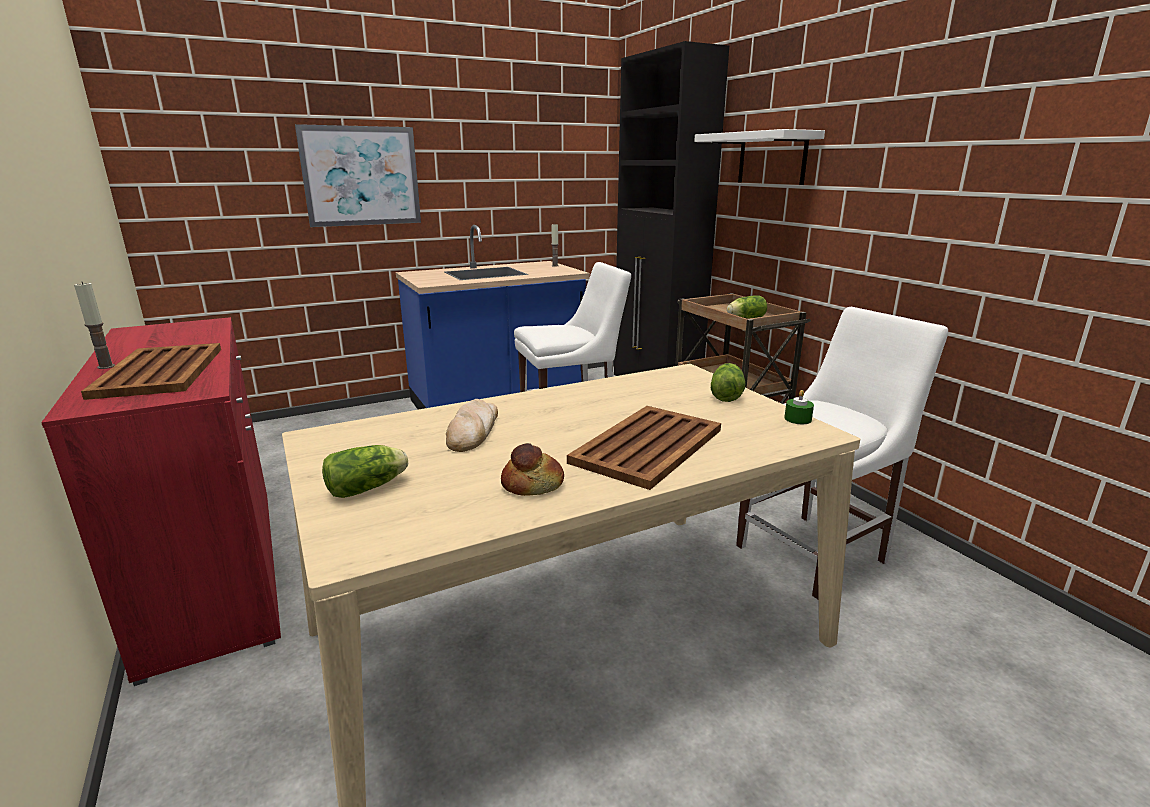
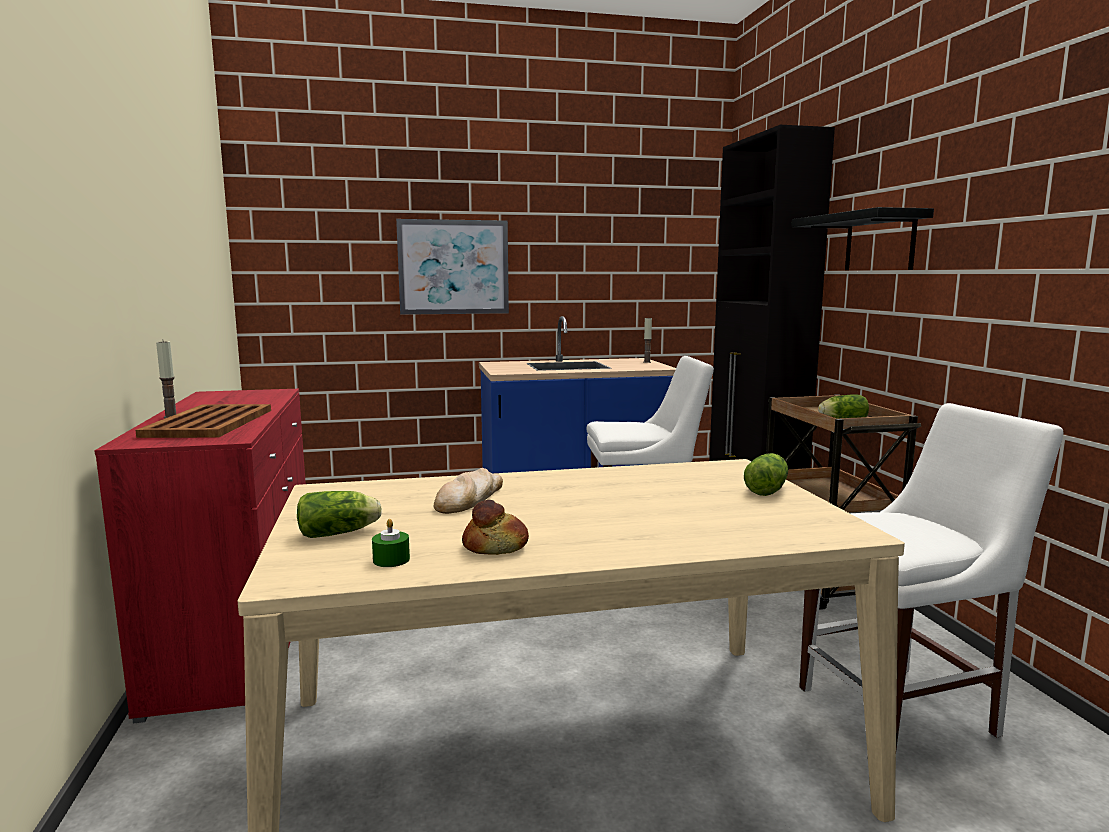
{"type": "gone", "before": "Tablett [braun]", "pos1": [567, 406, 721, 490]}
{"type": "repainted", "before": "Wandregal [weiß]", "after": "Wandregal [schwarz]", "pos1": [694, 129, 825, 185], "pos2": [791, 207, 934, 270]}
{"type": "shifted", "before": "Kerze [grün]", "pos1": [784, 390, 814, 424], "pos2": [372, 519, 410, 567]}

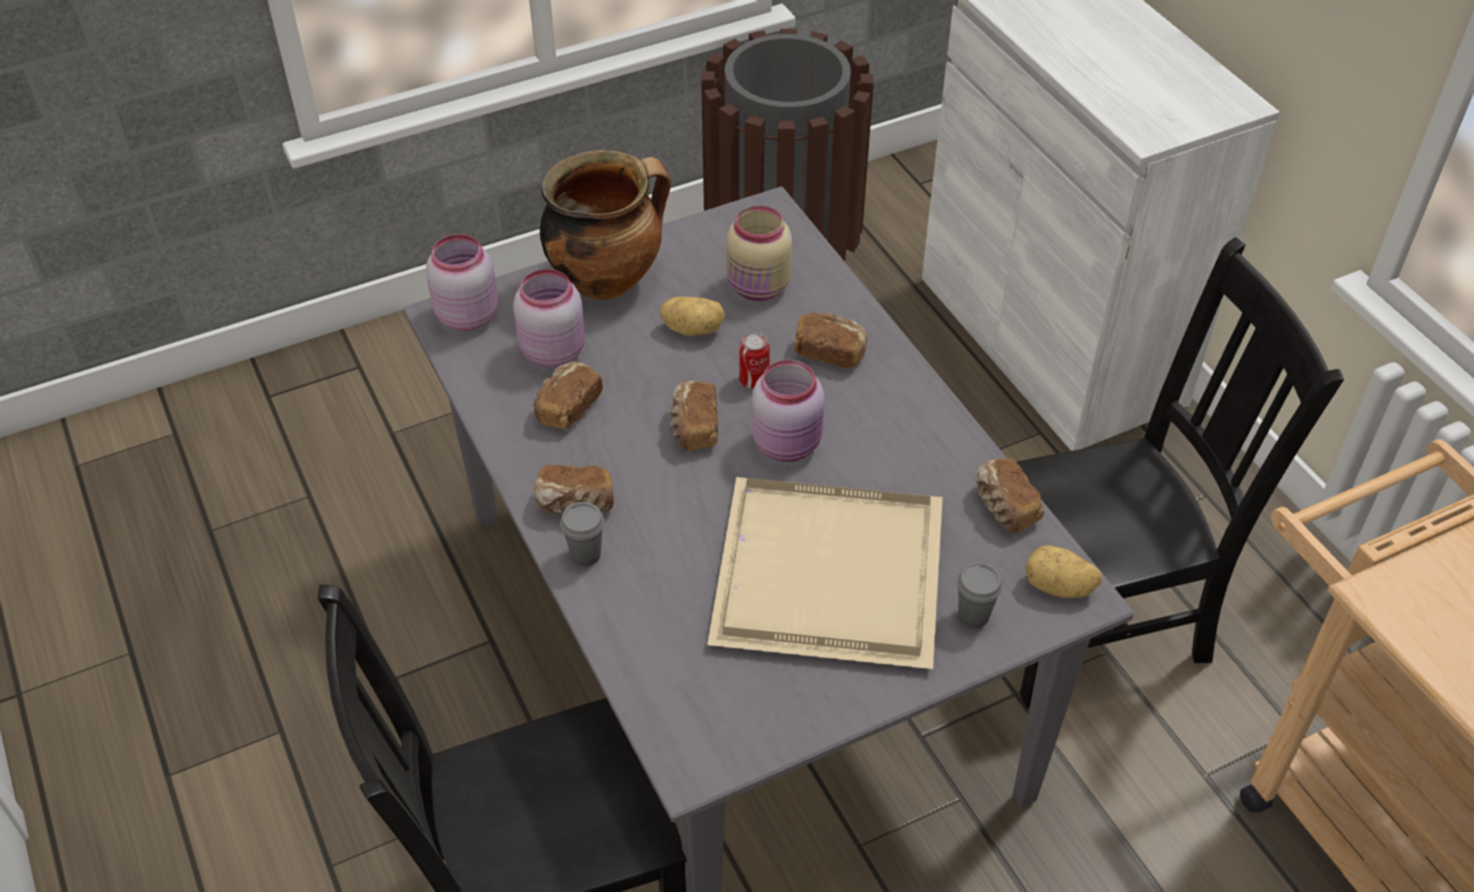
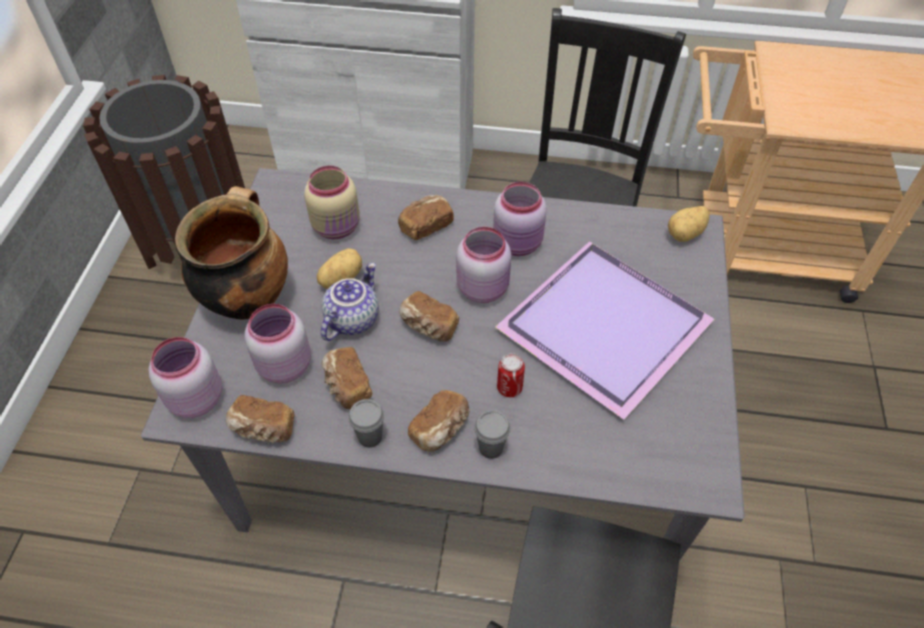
{"type": "repainted", "before": "Tablett [beige]", "after": "Tablett [lila]", "pos1": [707, 477, 943, 669], "pos2": [495, 241, 714, 420]}
{"type": "shifted", "before": "Dose", "pos1": [739, 333, 770, 389], "pos2": [497, 353, 525, 397]}
{"type": "shifted", "before": "Tasse [grau]", "pos1": [957, 563, 1003, 628], "pos2": [348, 399, 384, 448]}
{"type": "shifted", "before": "Brot", "pos1": [975, 458, 1044, 533], "pos2": [226, 395, 295, 443]}
{"type": "new", "after": "Teekanne", "pos2": [321, 263, 379, 341]}
{"type": "new", "after": "Vorratsglas [rosa]", "pos2": [493, 182, 547, 256]}

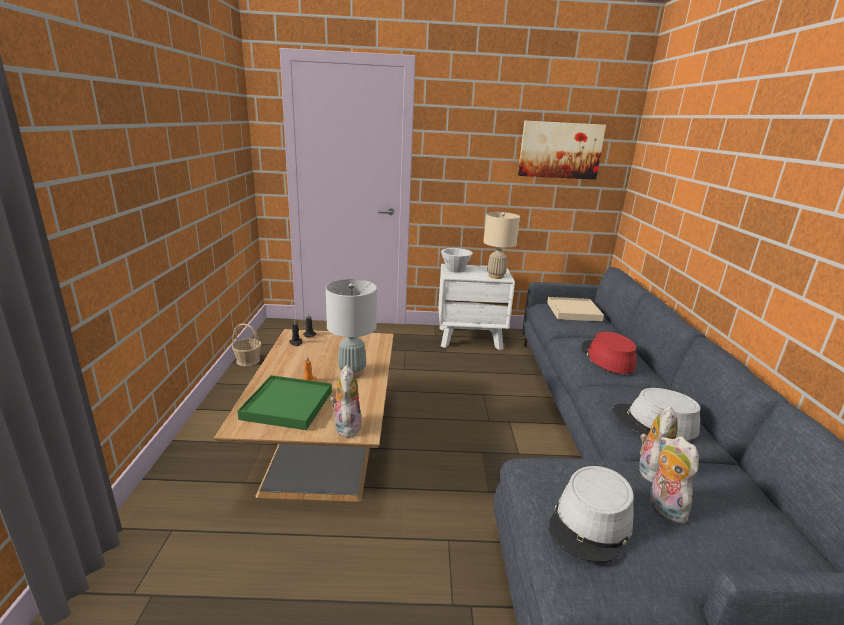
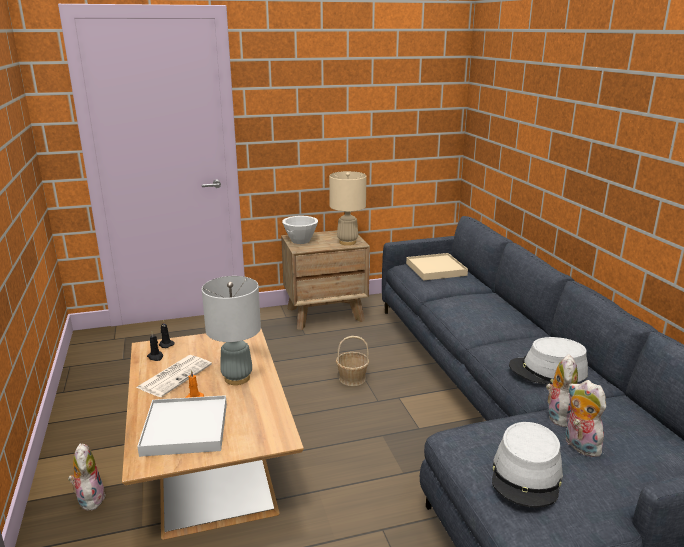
{"type": "shifted", "before": "Korb", "pos1": [232, 324, 261, 366], "pos2": [336, 336, 369, 386]}
{"type": "repainted", "before": "Tablett [grün]", "after": "Tablett [weiß]", "pos1": [237, 375, 332, 430], "pos2": [137, 395, 227, 457]}
{"type": "shifted", "before": "Plüschtier", "pos1": [330, 365, 362, 438], "pos2": [68, 443, 106, 510]}
{"type": "repainted", "before": "Nachttisch [weiß]", "after": "Nachttisch [braun]", "pos1": [438, 264, 515, 350], "pos2": [281, 230, 370, 330]}
{"type": "gone", "before": "Bild", "pos1": [518, 121, 606, 180]}
{"type": "gone", "before": "Hut [rot]", "pos1": [581, 331, 636, 374]}
{"type": "new", "after": "Zeitung", "pos2": [136, 355, 212, 397]}

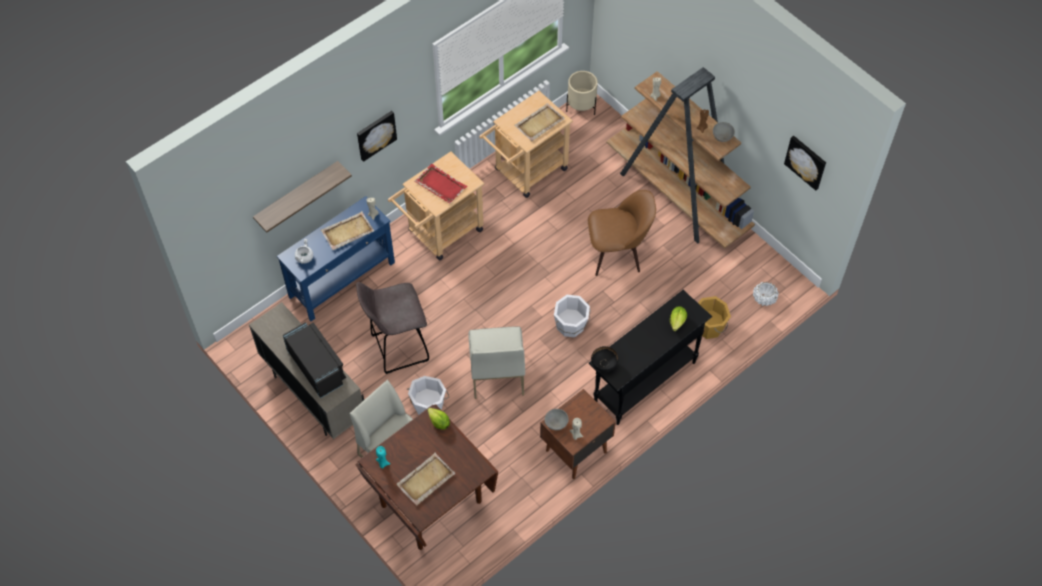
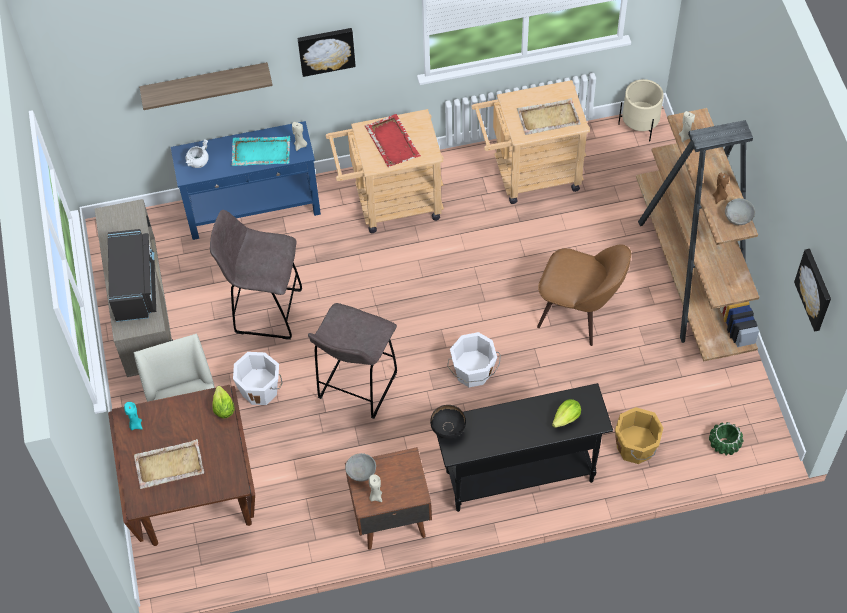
{"type": "repainted", "before": "Tablett [beige]", "after": "Tablett [türkis]", "pos1": [321, 211, 374, 250], "pos2": [232, 136, 290, 166]}
{"type": "swapped", "before": "Stuhl [weiß]", "after": "Hocker [grau]", "pos1": [468, 326, 525, 399], "pos2": [308, 303, 397, 419]}
{"type": "repainted", "before": "Pflanzkübel [weiß]", "after": "Pflanzkübel [grün]", "pos1": [753, 282, 779, 306], "pos2": [709, 422, 744, 455]}

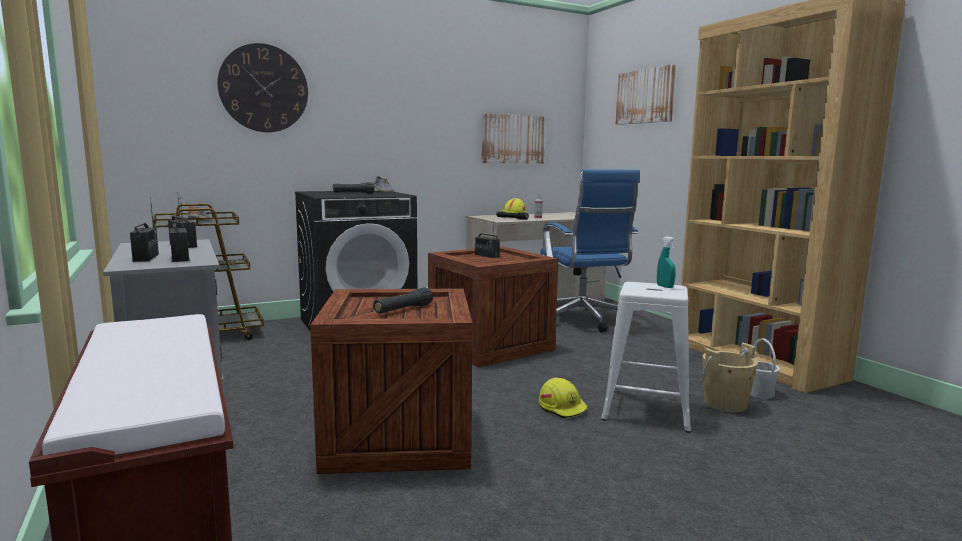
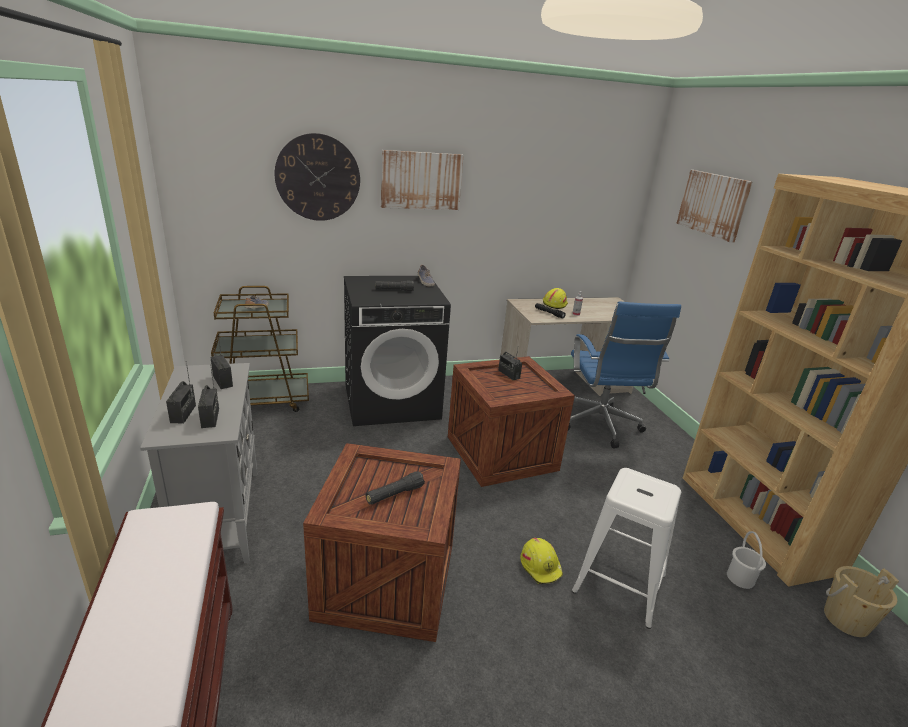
{"type": "shifted", "before": "Bild", "pos1": [482, 113, 546, 164], "pos2": [381, 150, 464, 210]}
{"type": "gone", "before": "Sprühflasche [türkis]", "pos1": [657, 236, 676, 288]}
{"type": "shifted", "before": "Eimer [beige]", "pos1": [701, 343, 758, 412], "pos2": [824, 566, 899, 637]}

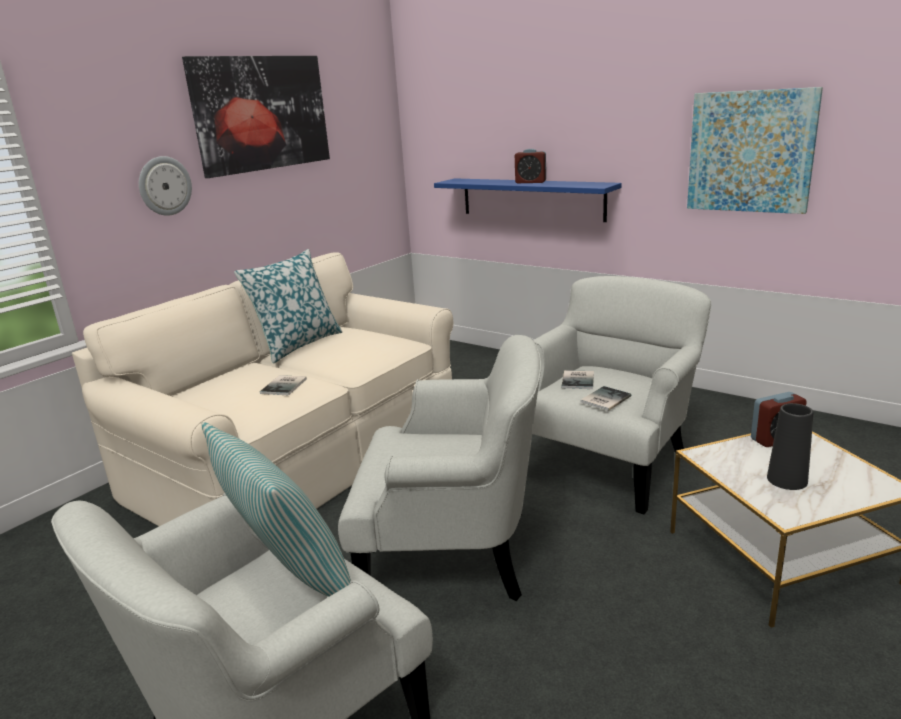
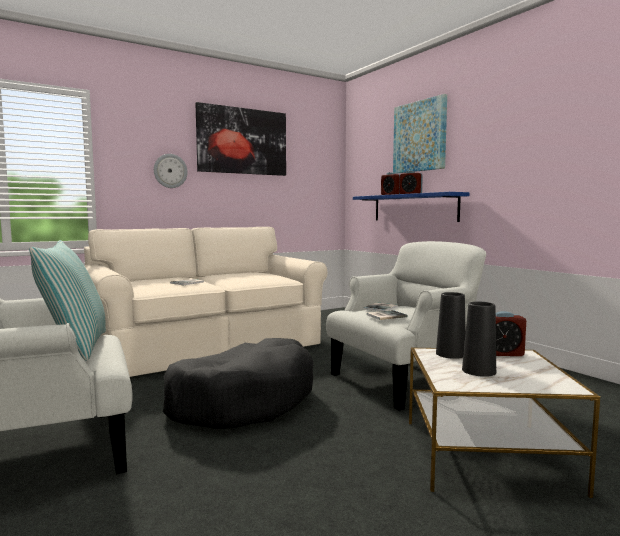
{"type": "gone", "before": "Kissen", "pos1": [234, 249, 342, 363]}
{"type": "swapped", "before": "Sessel [weiß]", "after": "Hundebett [schwarz]", "pos1": [338, 335, 541, 601], "pos2": [163, 338, 313, 429]}
{"type": "shifted", "before": "Bild", "pos1": [687, 87, 823, 214], "pos2": [393, 94, 447, 174]}
{"type": "new", "after": "Wecker", "pos2": [381, 172, 400, 195]}
{"type": "new", "after": "Vase [schwarz]", "pos2": [436, 292, 466, 359]}

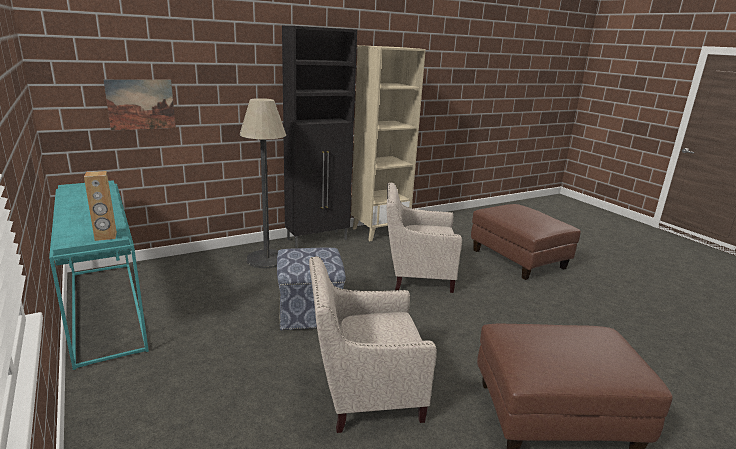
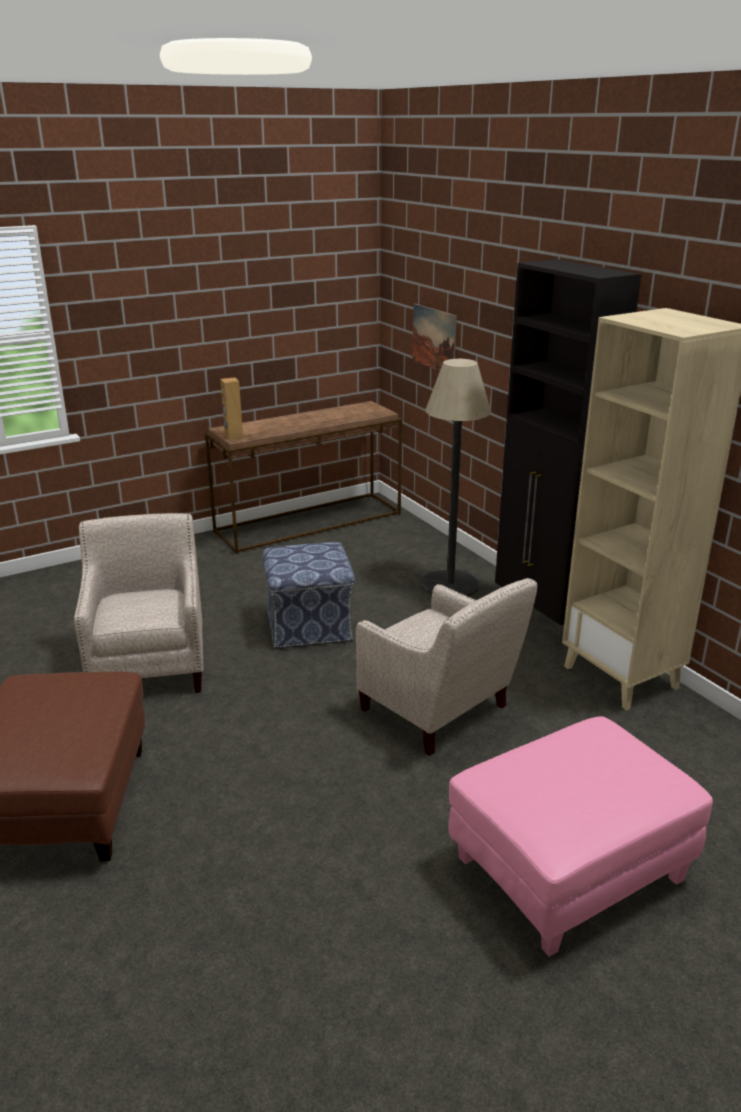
{"type": "repainted", "before": "Konsolentisch [türkis]", "after": "Konsolentisch [braun]", "pos1": [49, 180, 149, 370], "pos2": [205, 401, 402, 554]}
{"type": "rotated", "before": "Sessel [beige]", "pos1": [387, 182, 462, 293], "pos2": [356, 578, 537, 756], "turn": 135}
{"type": "repainted", "before": "Polsterhocker [braun]", "after": "Polsterhocker [rosa]", "pos1": [471, 204, 581, 280], "pos2": [449, 716, 713, 957]}

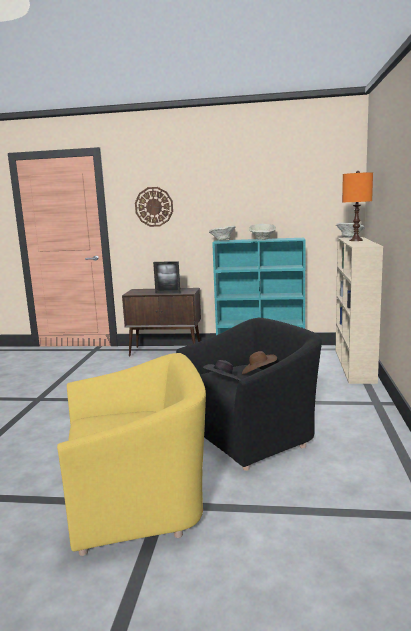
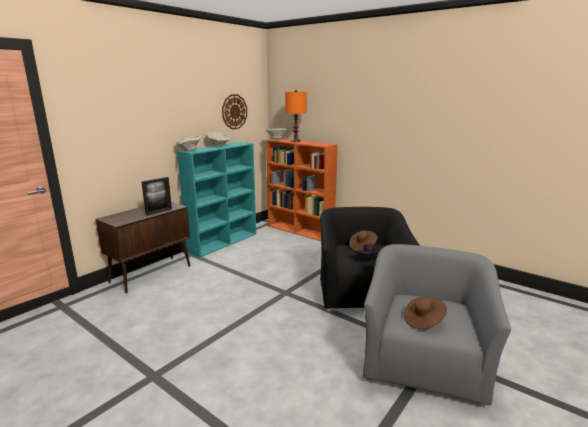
{"type": "repainted", "before": "Sessel [gelb]", "after": "Sessel [grau]", "pos1": [57, 353, 206, 556], "pos2": [363, 244, 511, 407]}
{"type": "shifted", "before": "Wanduhr", "pos1": [135, 187, 173, 227], "pos2": [222, 94, 247, 130]}
{"type": "repainted", "before": "Bücherregal [beige]", "after": "Bücherregal [orange]", "pos1": [336, 237, 383, 384], "pos2": [266, 139, 338, 241]}
{"type": "new", "after": "Hut [braun]", "pos2": [403, 297, 447, 329]}

